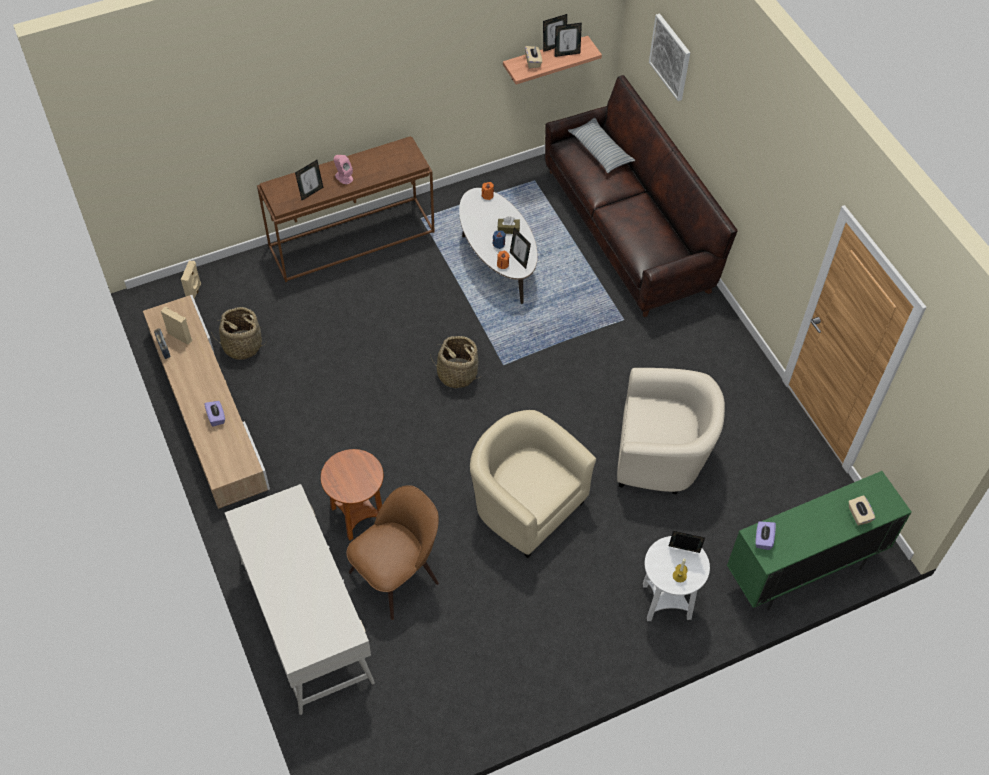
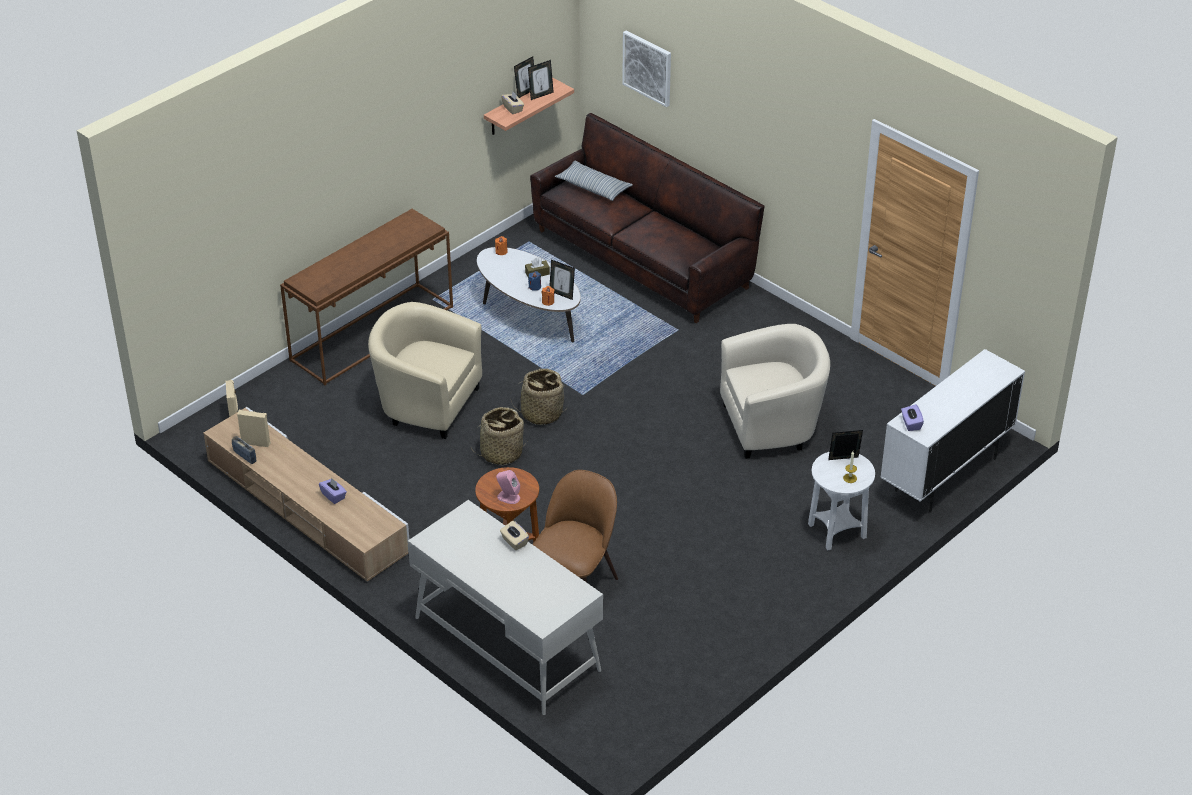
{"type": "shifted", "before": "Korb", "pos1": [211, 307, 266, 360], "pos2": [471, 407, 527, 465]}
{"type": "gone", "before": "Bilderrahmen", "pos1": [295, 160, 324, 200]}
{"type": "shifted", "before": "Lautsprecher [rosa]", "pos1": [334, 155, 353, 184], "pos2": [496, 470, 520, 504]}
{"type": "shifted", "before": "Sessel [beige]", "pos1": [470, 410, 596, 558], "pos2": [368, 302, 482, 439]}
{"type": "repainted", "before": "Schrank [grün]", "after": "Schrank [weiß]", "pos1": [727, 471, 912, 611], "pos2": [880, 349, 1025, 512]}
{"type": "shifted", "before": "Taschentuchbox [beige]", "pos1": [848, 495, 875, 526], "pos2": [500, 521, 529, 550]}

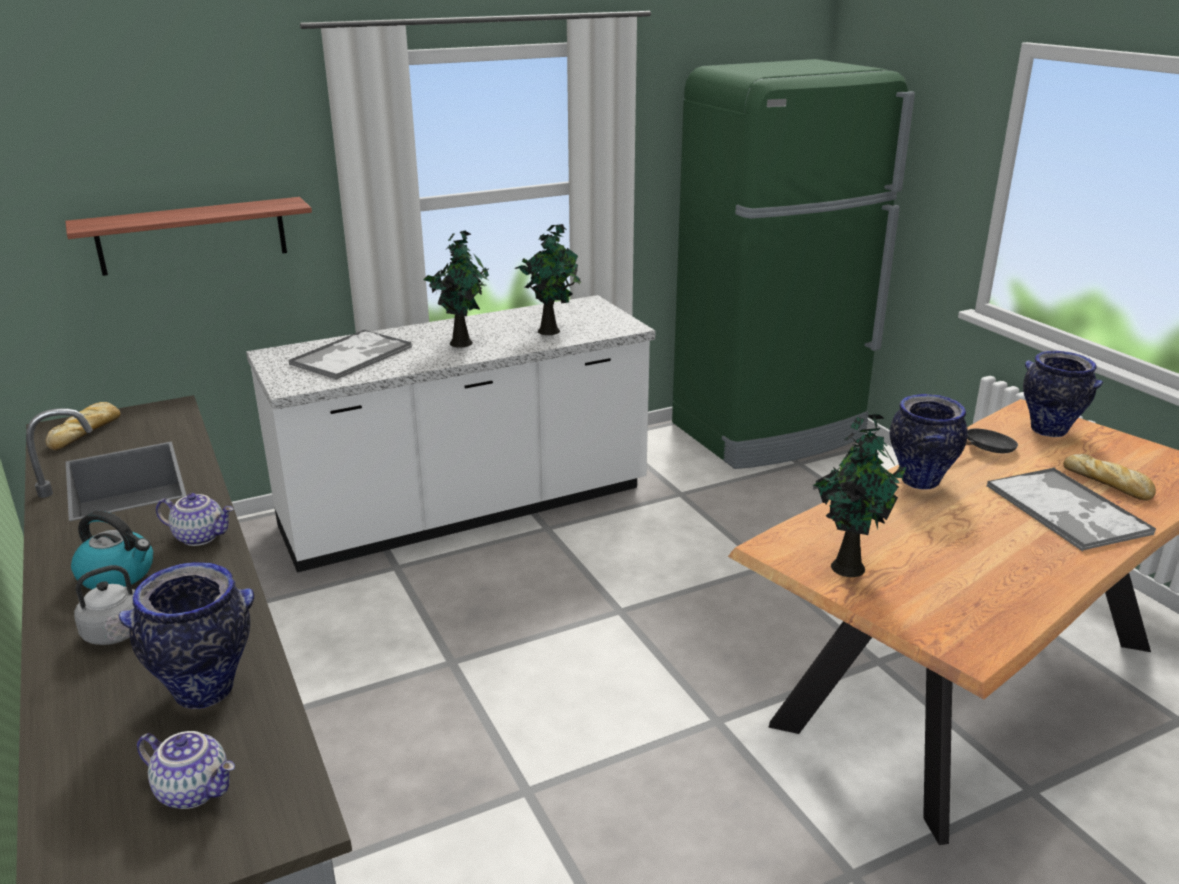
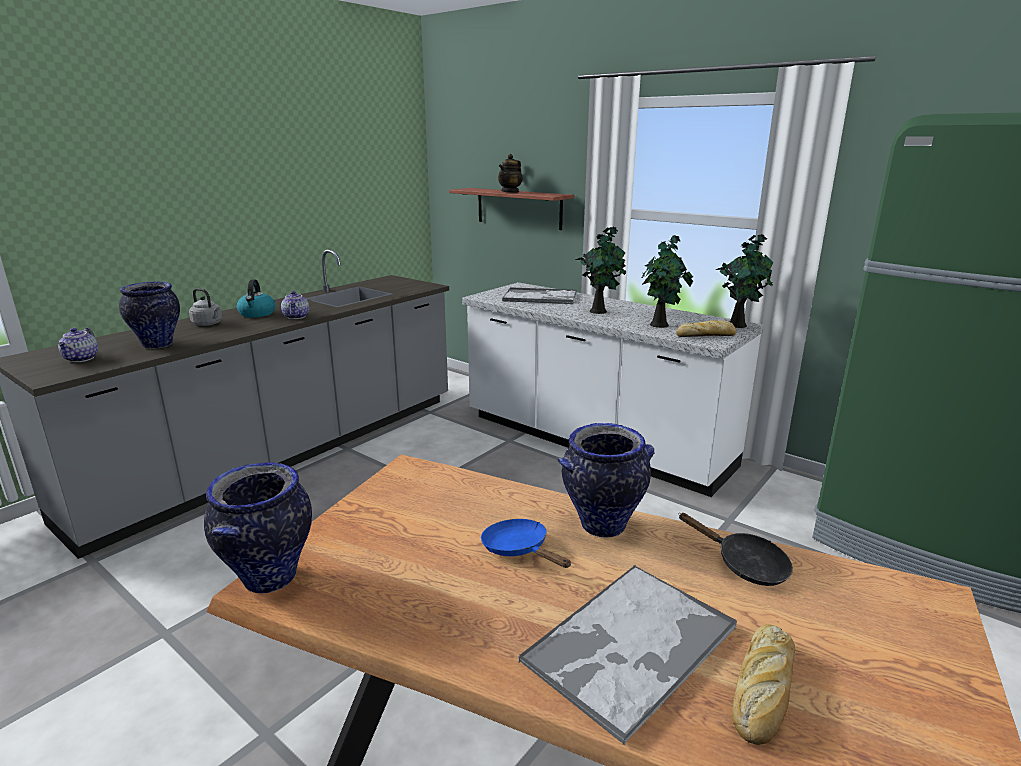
{"type": "shifted", "before": "Brot", "pos1": [46, 402, 121, 450], "pos2": [676, 320, 736, 337]}
{"type": "shifted", "before": "Topfpflanze", "pos1": [812, 414, 907, 577], "pos2": [716, 234, 774, 328]}
{"type": "shifted", "before": "Vase", "pos1": [1023, 351, 1103, 437], "pos2": [204, 462, 312, 593]}
{"type": "new", "after": "Pfanne [blau]", "pos2": [481, 519, 571, 568]}
{"type": "new", "after": "Teekanne", "pos2": [498, 154, 523, 193]}

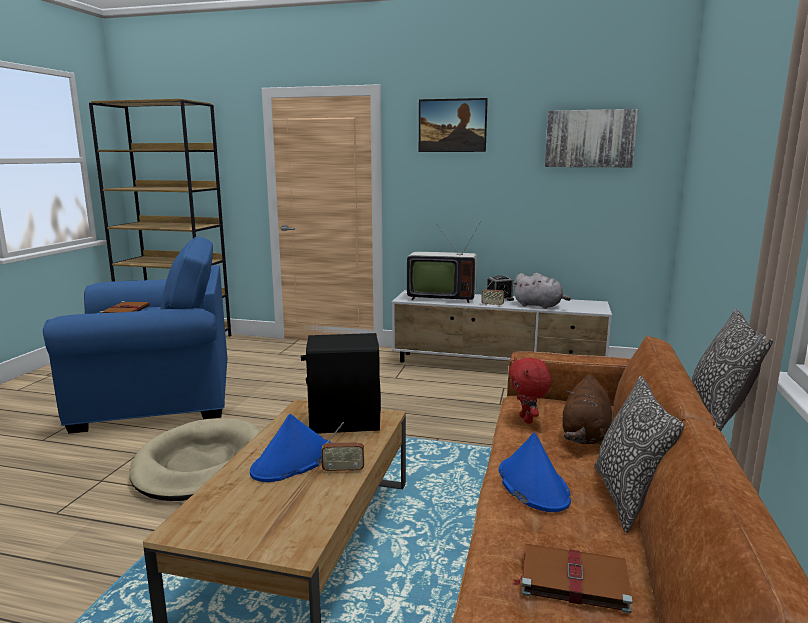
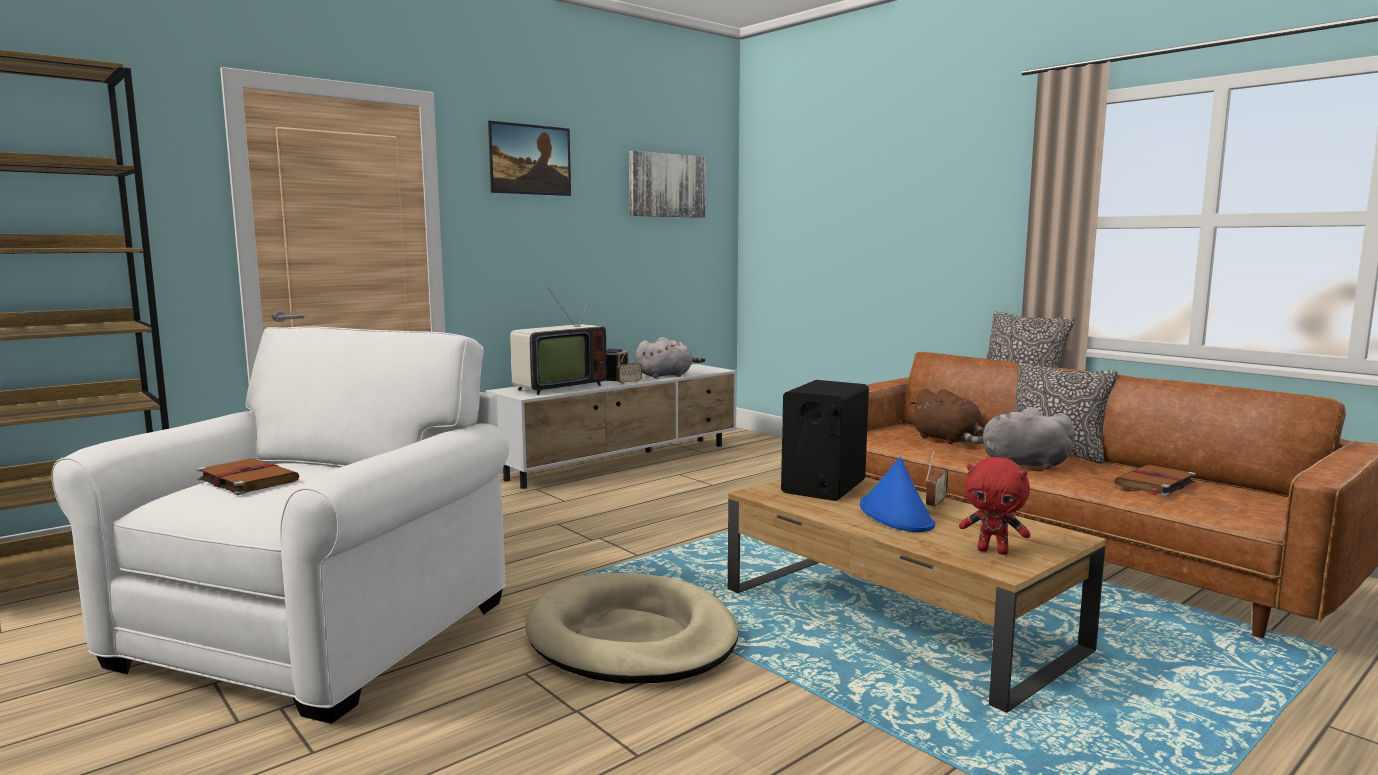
{"type": "repainted", "before": "Sessel [blau]", "after": "Sessel [weiß]", "pos1": [43, 236, 228, 434], "pos2": [51, 326, 509, 724]}
{"type": "swapped", "before": "Hut [blau]", "after": "Plüschtier [grau]", "pos1": [498, 432, 571, 512], "pos2": [964, 407, 1075, 469]}
{"type": "shifted", "before": "Plüschtier [rot]", "pos1": [509, 357, 551, 424], "pos2": [959, 457, 1031, 555]}

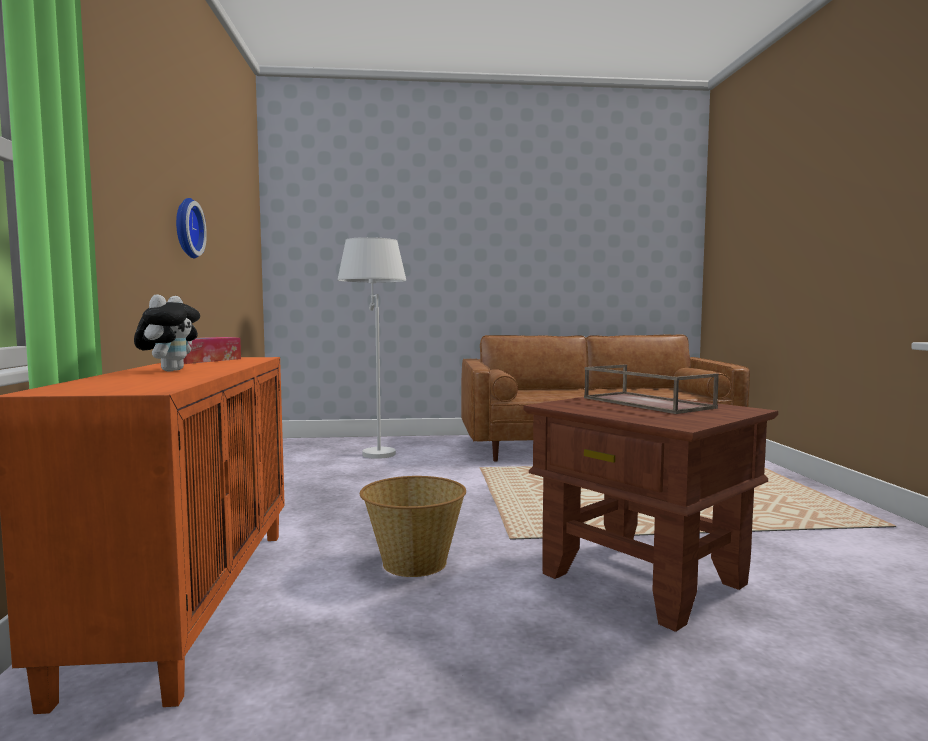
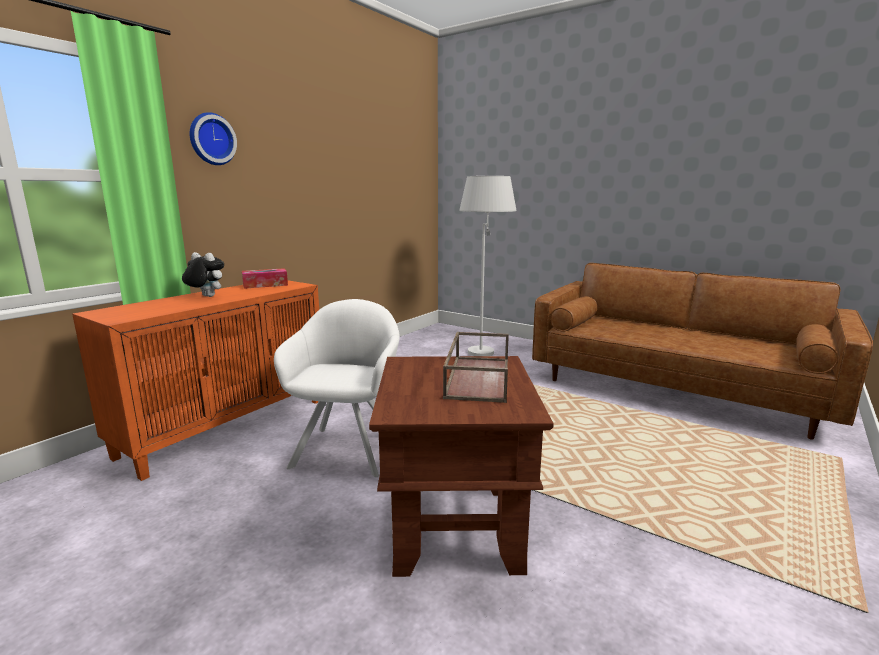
{"type": "rotated", "before": "Plüschtier", "pos1": [134, 294, 200, 372], "pos2": [182, 252, 224, 297], "turn": -120}
{"type": "shifted", "before": "Wanduhr", "pos1": [176, 198, 207, 258], "pos2": [189, 112, 237, 165]}
{"type": "swapped", "before": "Korb", "after": "Sessel [weiß]", "pos1": [360, 476, 466, 577], "pos2": [274, 299, 400, 477]}

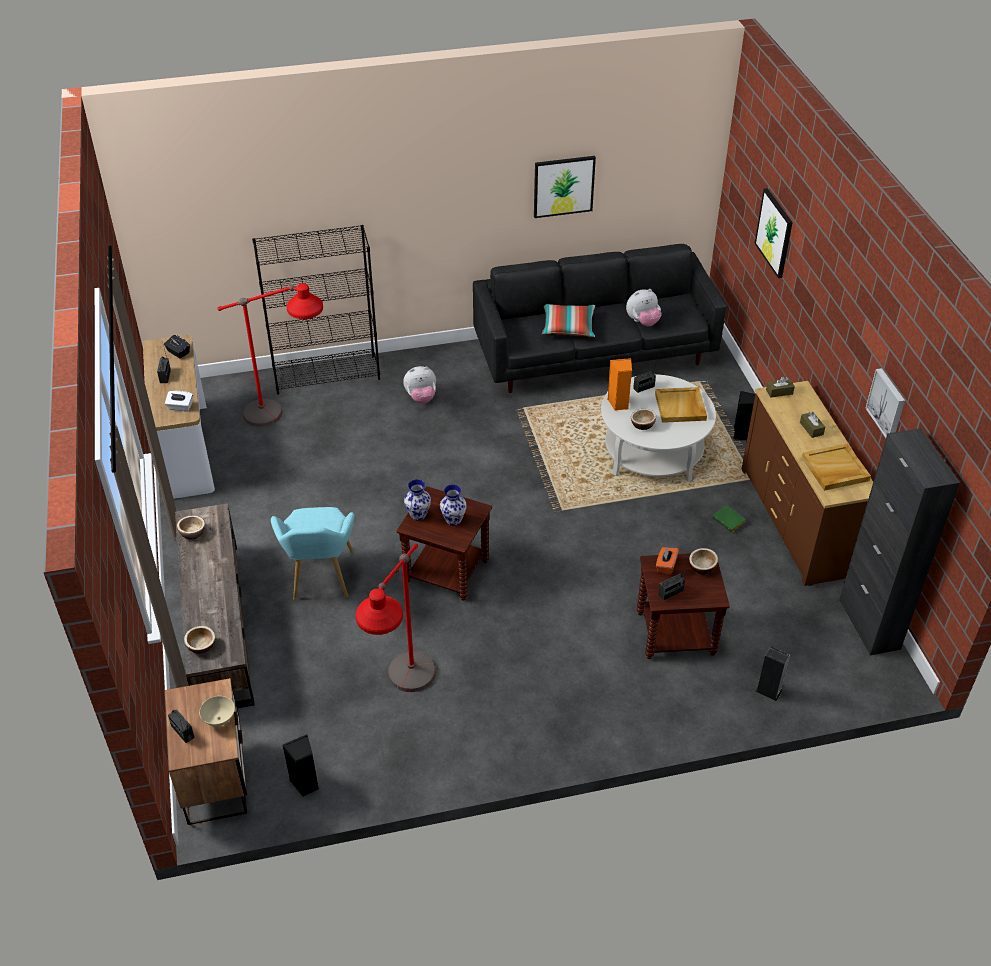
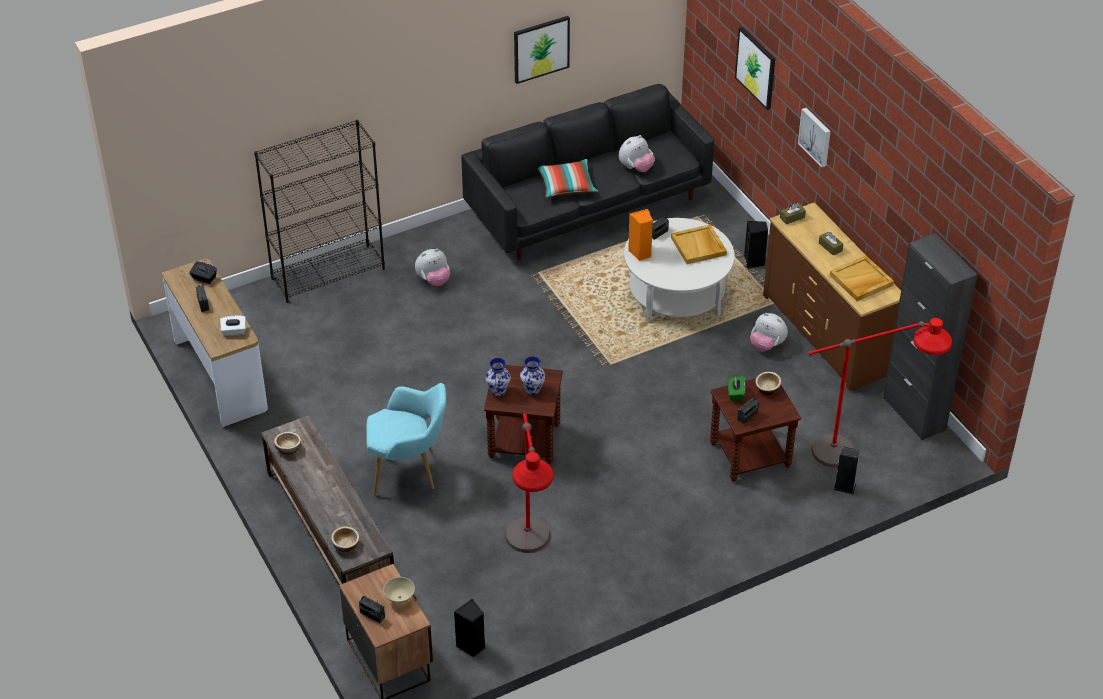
{"type": "shifted", "before": "Stehlampe [rot]", "pos1": [217, 283, 323, 427], "pos2": [808, 318, 952, 468]}
{"type": "rotated", "before": "Sessel [türkis]", "pos1": [271, 507, 354, 600], "pos2": [366, 383, 446, 497], "turn": -75}
{"type": "gone", "before": "Schüssel", "pos1": [631, 409, 656, 430]}
{"type": "repainted", "before": "Taschentuchbox [orange]", "after": "Taschentuchbox [grün]", "pos1": [656, 547, 679, 575], "pos2": [728, 376, 745, 401]}
{"type": "swapped", "before": "Buch [grün]", "after": "Plüschtier", "pos1": [712, 505, 746, 532], "pos2": [750, 313, 788, 352]}
{"type": "shifted", "before": "Bild", "pos1": [866, 368, 905, 438], "pos2": [798, 108, 831, 167]}

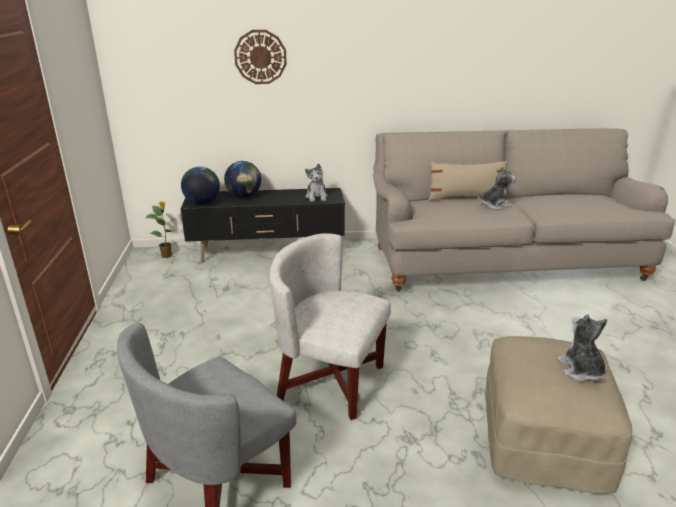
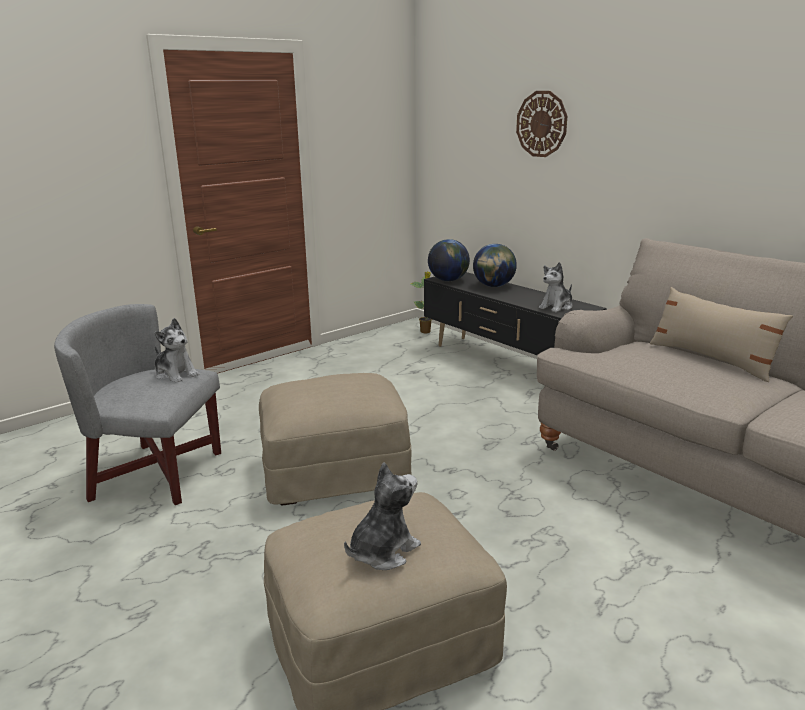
{"type": "swapped", "before": "Sessel [weiß]", "after": "Polsterhocker [beige]", "pos1": [269, 233, 391, 420], "pos2": [259, 373, 411, 506]}
{"type": "shifted", "before": "Plüschtier", "pos1": [478, 166, 516, 210], "pos2": [155, 318, 199, 383]}

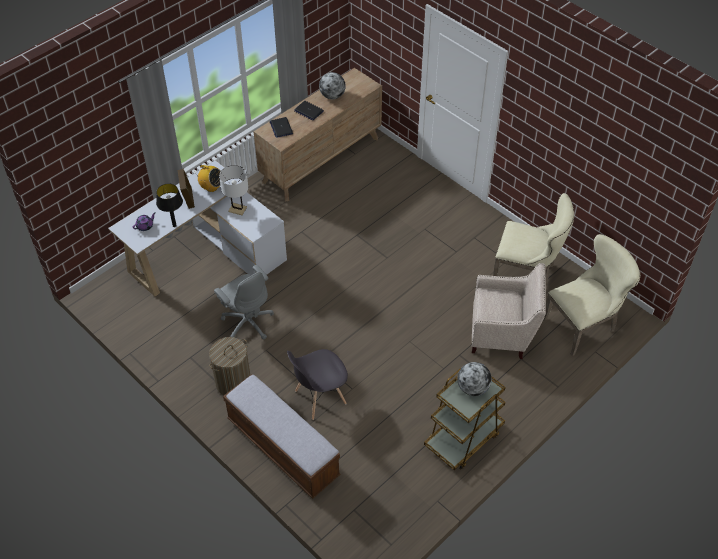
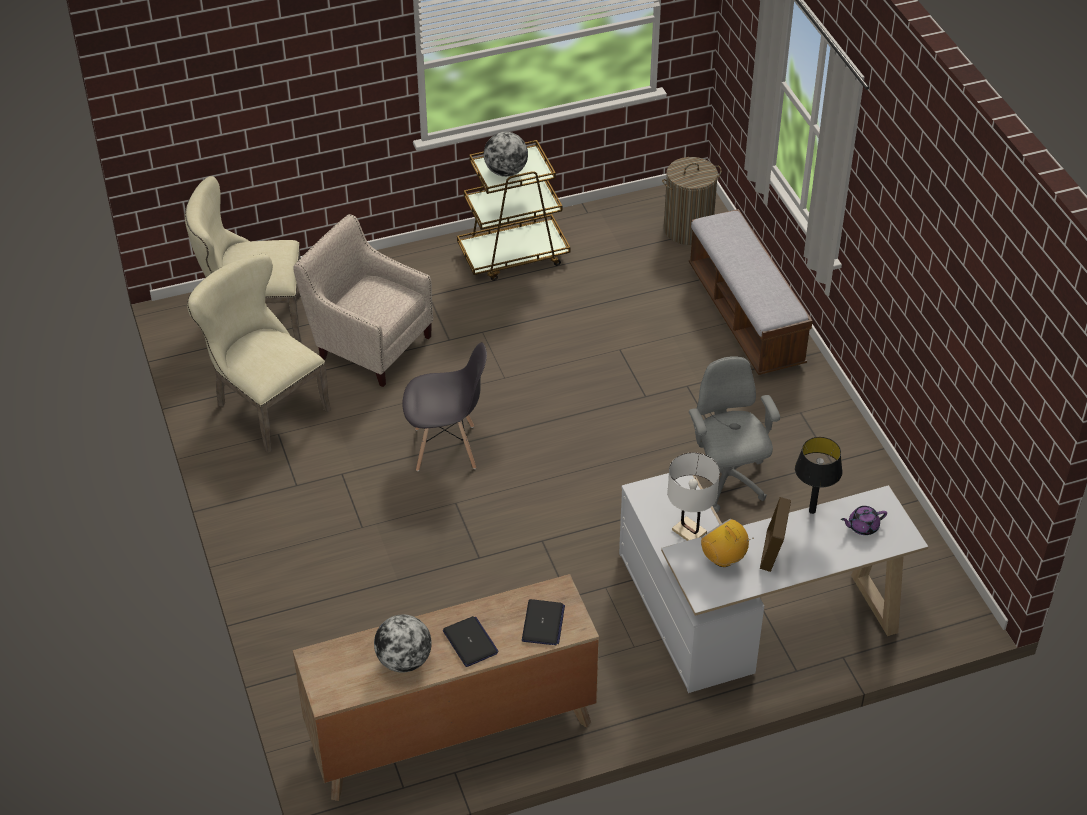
{"type": "shifted", "before": "Wäschekorb", "pos1": [209, 337, 250, 395], "pos2": [662, 157, 722, 245]}
{"type": "shifted", "before": "Stuhl [grau]", "pos1": [287, 349, 348, 420], "pos2": [402, 342, 487, 471]}

